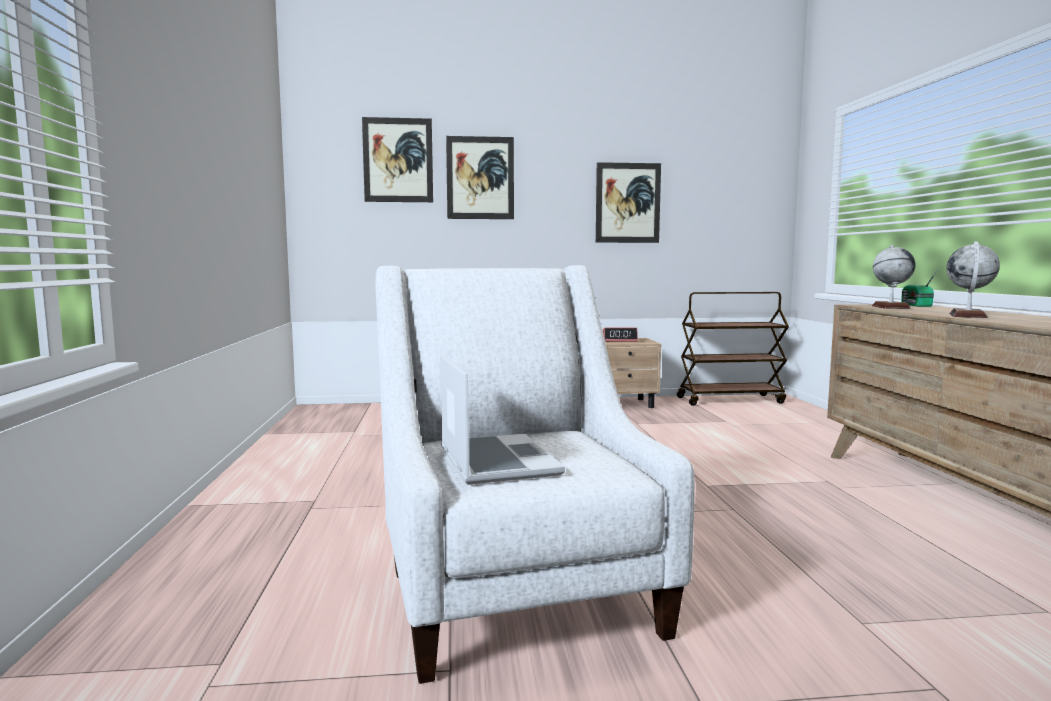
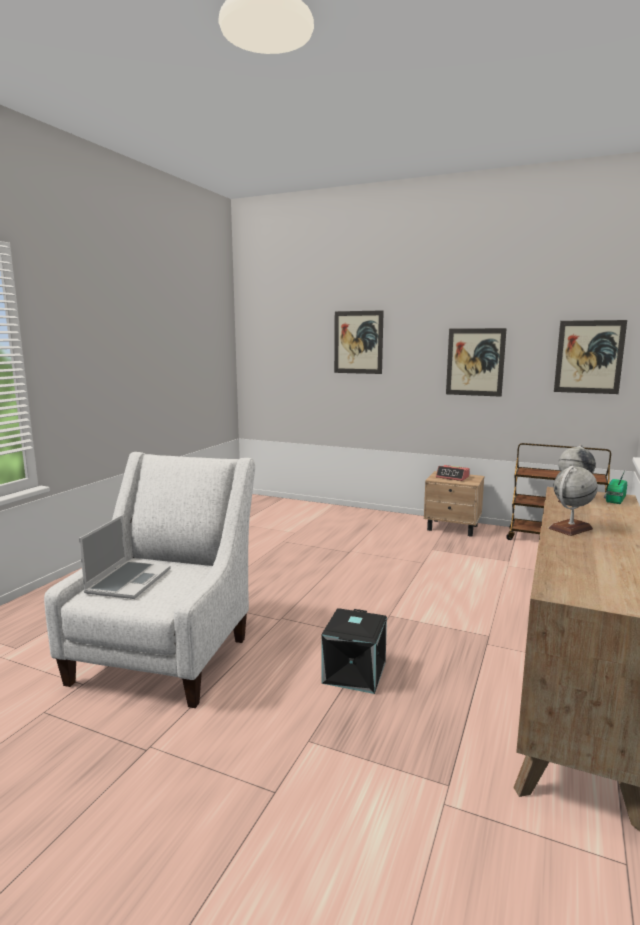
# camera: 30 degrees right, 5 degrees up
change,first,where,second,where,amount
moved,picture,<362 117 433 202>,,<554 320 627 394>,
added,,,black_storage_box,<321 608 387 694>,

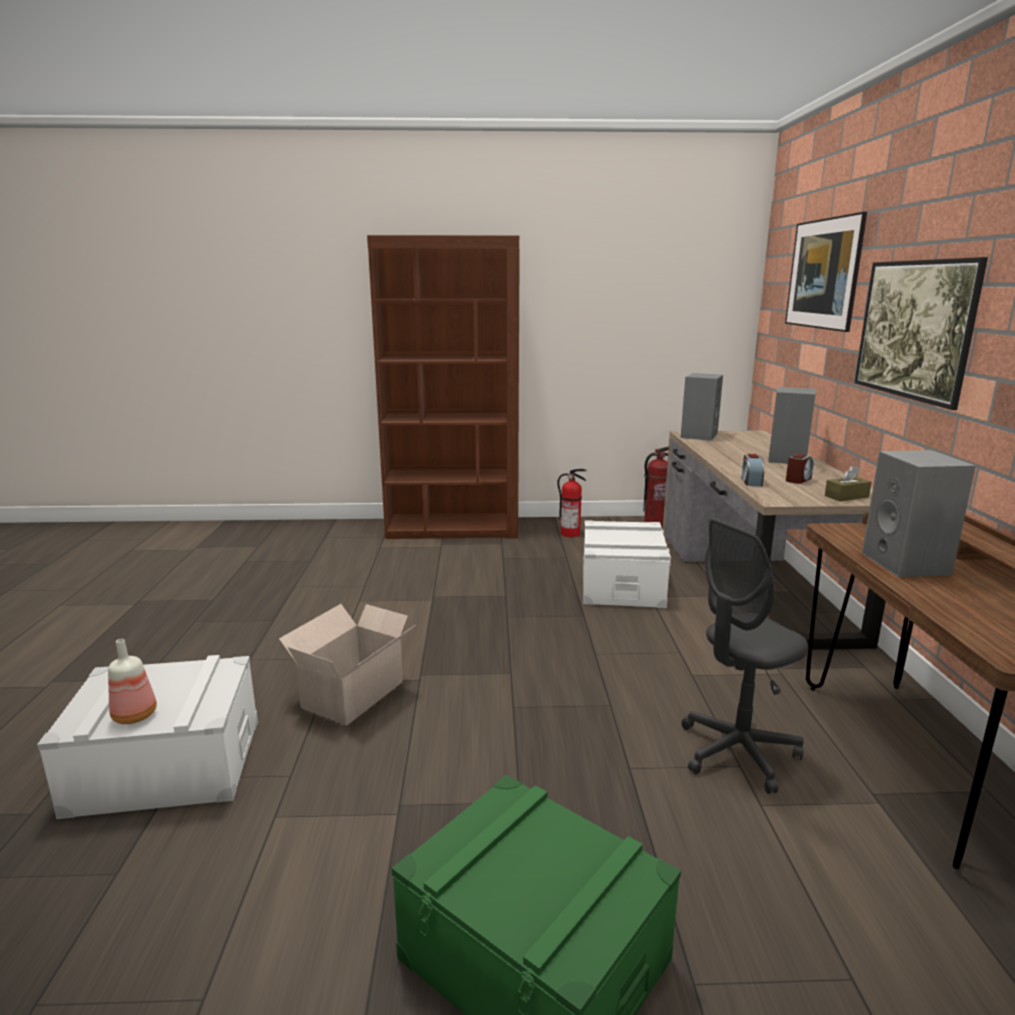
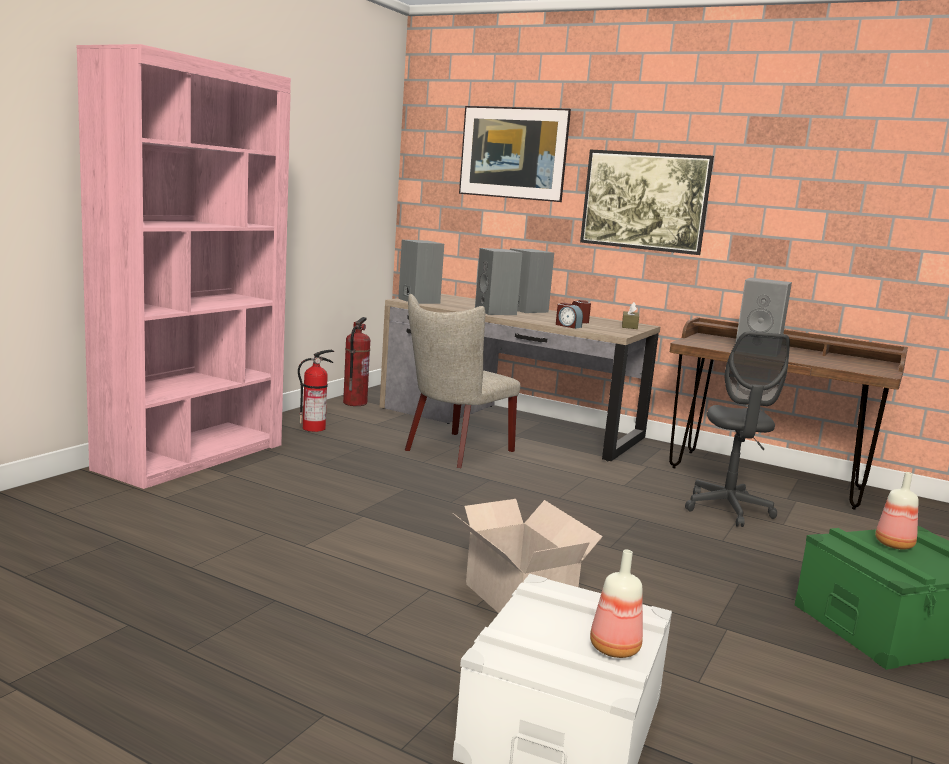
# camera: 60 degrees left, 5 degrees down
change,first,where,second,where,amount
recoloured,brown_bookcase,<367 235 520 539>,pink_bookcase,<77 44 291 489>,
replaced,white_storage_box,<583 521 671 608>,beige_chair,<405 294 520 468>,
added,,,grey_speaker,<475 248 522 315>,
added,,,bottle,<875 472 919 550>,

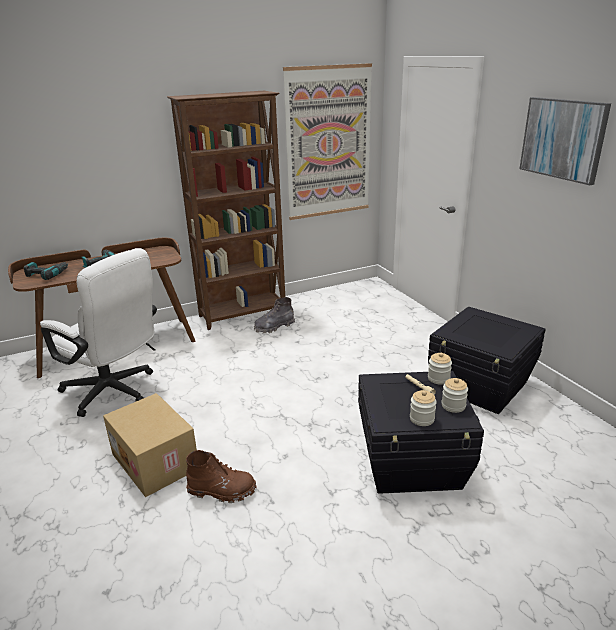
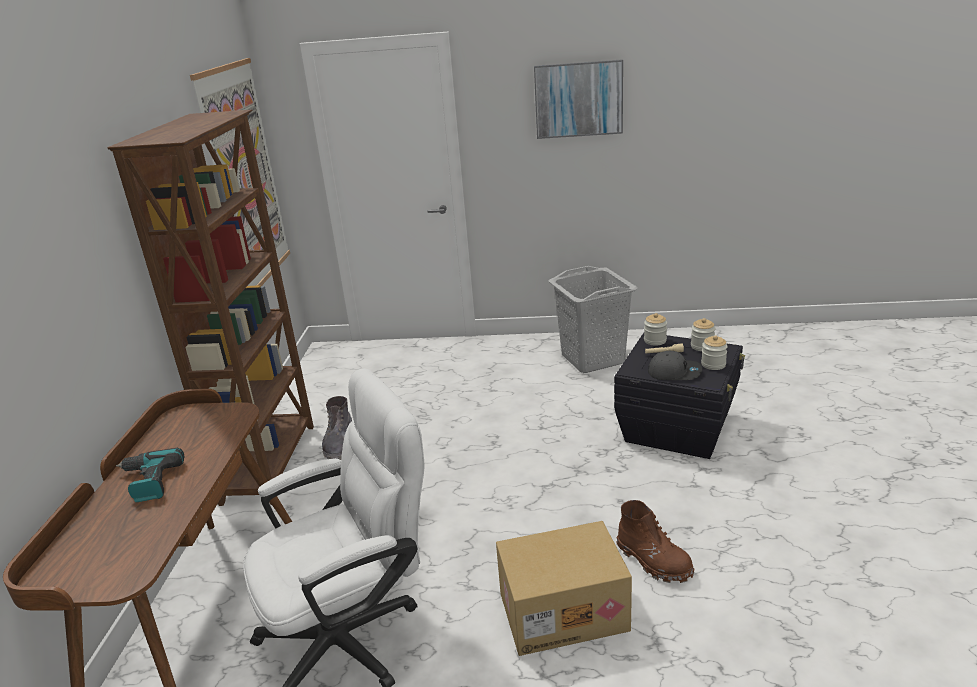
# camera: 60 degrees left, 0 degrees up
change,first,where,second,where,amount
removed,power_drill,<24 262 68 280>,,,
turned,brown_boot,<186 450 256 503>,,<616 500 695 583>,105 degrees clockwise
replaced,black_storage_box,<428 307 546 414>,grey_laundry_basket,<549 266 638 373>,
added,,,grey_cap,<648 351 702 380>,

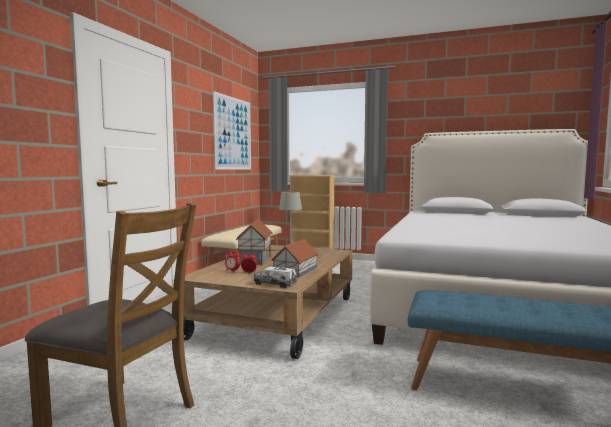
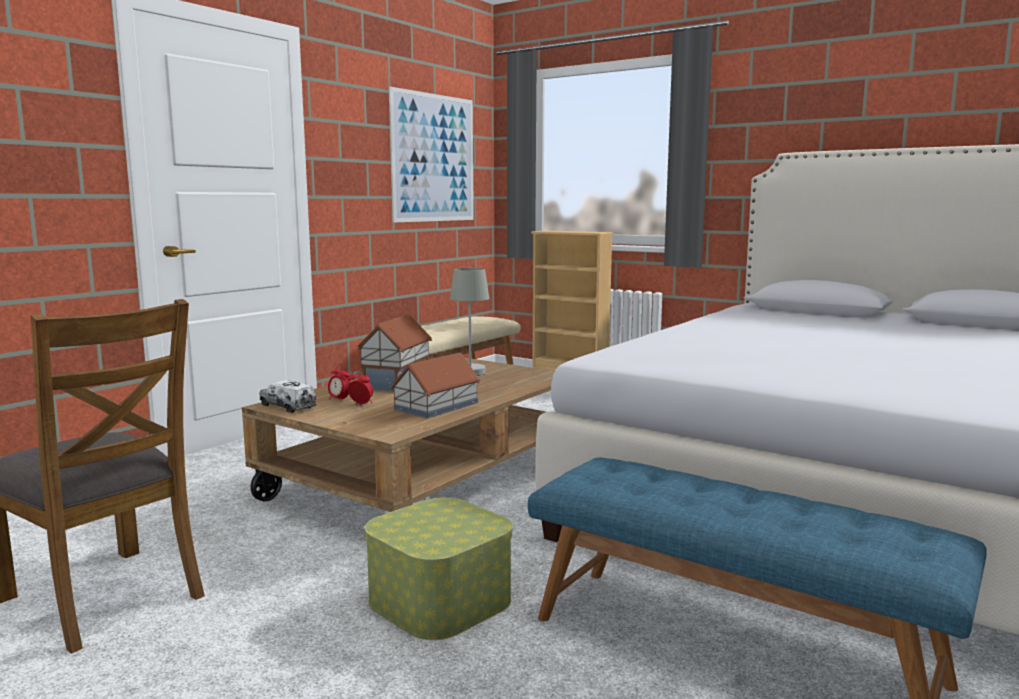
# camera: 15 degrees right, 5 degrees up
change,first,where,second,where,amount
moved,toy_truck,<254 266 297 288>,,<259 380 316 413>,
added,,,storage_box,<364 497 513 640>,

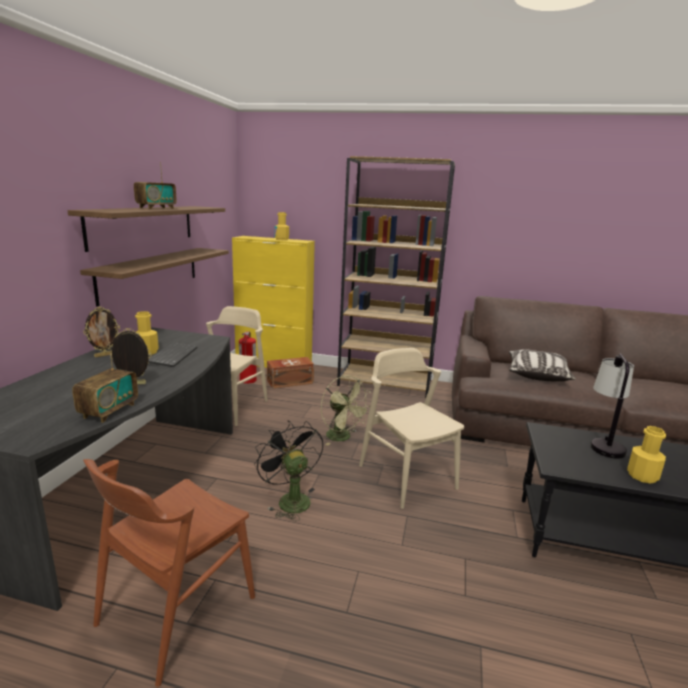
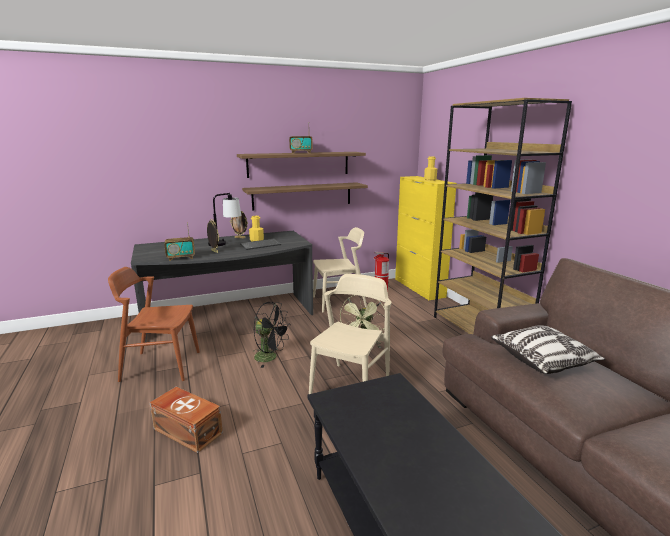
# camera: 55 degrees right, 0 degrees up
change,first,where,second,where,amount
turned,black_fan,<254 421 323 521>,,<254 302 291 368>,90 degrees clockwise
moved,brown_storage_box,<267 357 314 389>,,<150 387 223 453>,
moved,table_lamp,<591 353 634 459>,,<208 193 241 246>,
removed,yellow_bottle,<627 426 666 484>,,,

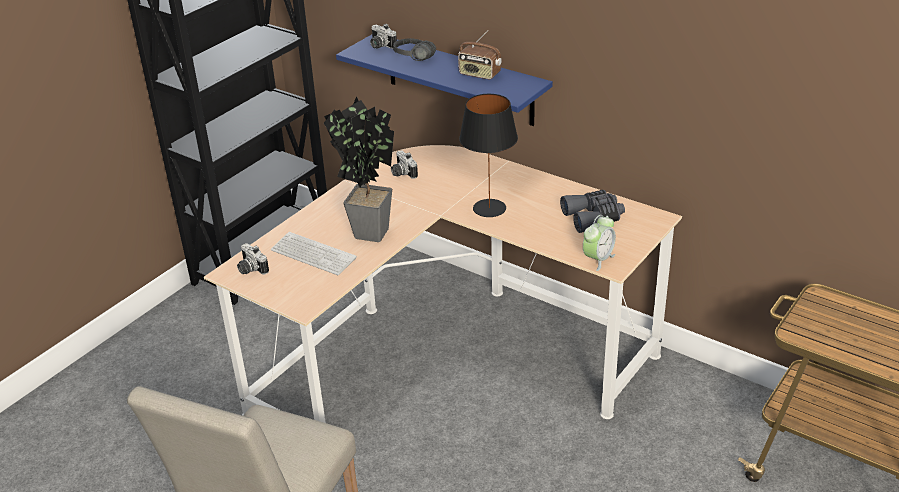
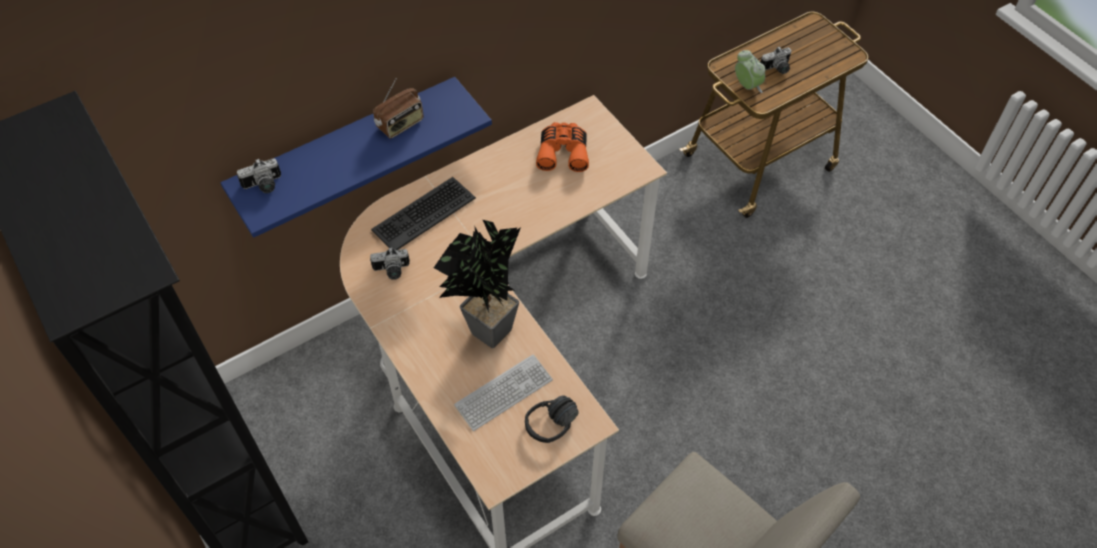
# camera: 70 degrees left, 20 degrees up
change,first,where,second,where,amount
moved,photo_camera,<237 243 269 275>,,<760 46 792 74>,
moved,black_headphones,<393 38 436 61>,,<525 395 579 443>,
removed,black_table_lamp,<459 94 518 217>,,,
recoloured,grey_binoculars,<560 190 625 233>,orange_binoculars,<536 122 589 172>,
moved,alarm_clock,<583 215 616 271>,,<735 50 766 93>,
added,,,keyboard,<371 177 476 250>,

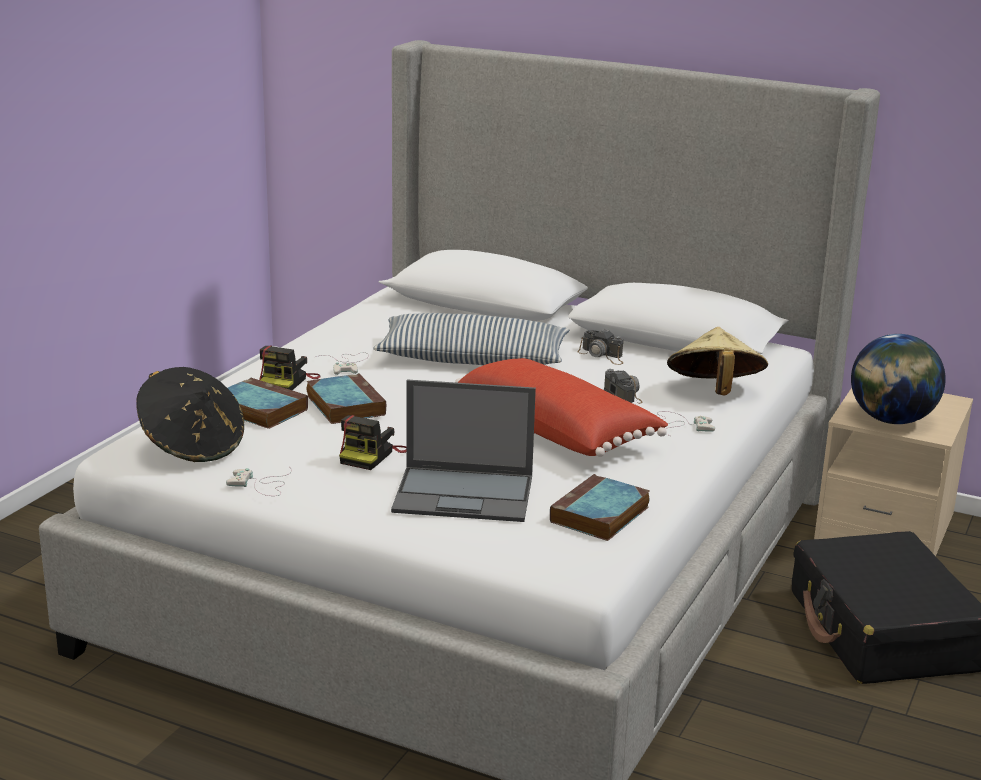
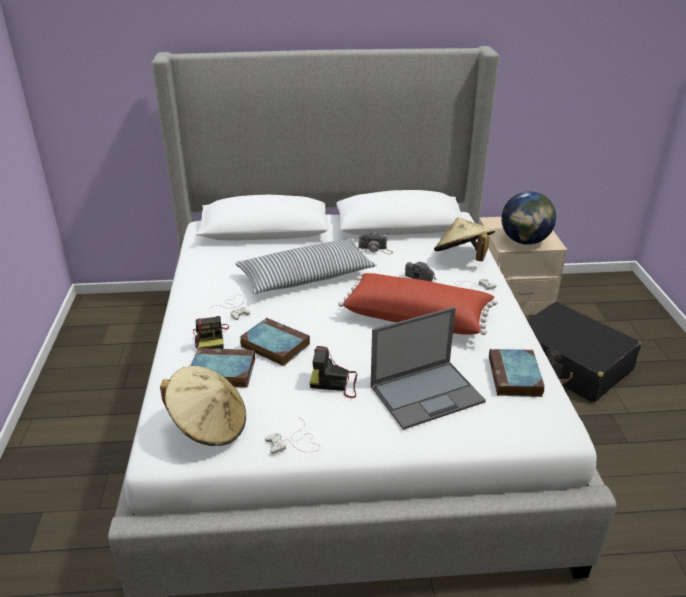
# camera: 30 degrees left, 10 degrees up
change,first,where,second,where,amount
recoloured,black_hat,<136 367 244 462>,beige_hat,<160 366 246 446>,
turned,photo_camera,<339 415 406 470>,,<310 346 357 398>,105 degrees clockwise

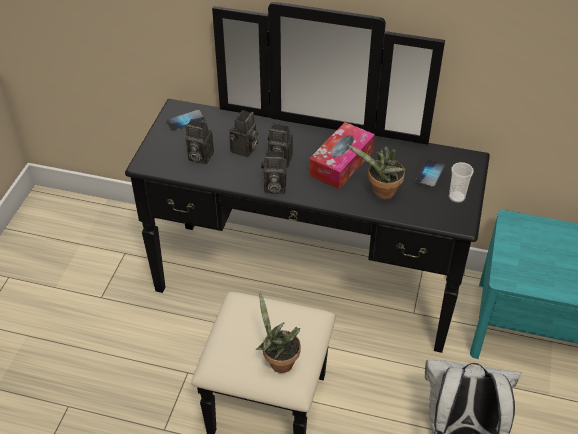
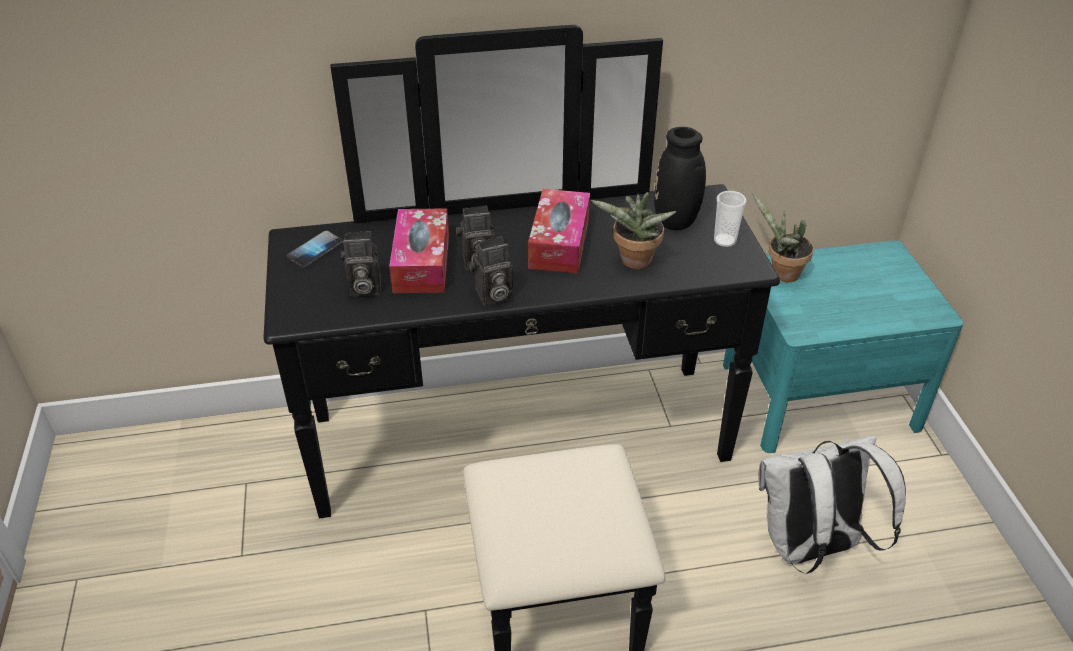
# camera: 25 degrees left, 5 degrees down
change,first,where,second,where,amount
replaced,photo_camera,<229 110 259 157>,tissue_box,<389 208 449 293>,
moved,potted_plant,<256 291 301 373>,,<753 194 814 282>,
replaced,phone,<416 159 445 188>,black_vase,<654 127 706 230>,

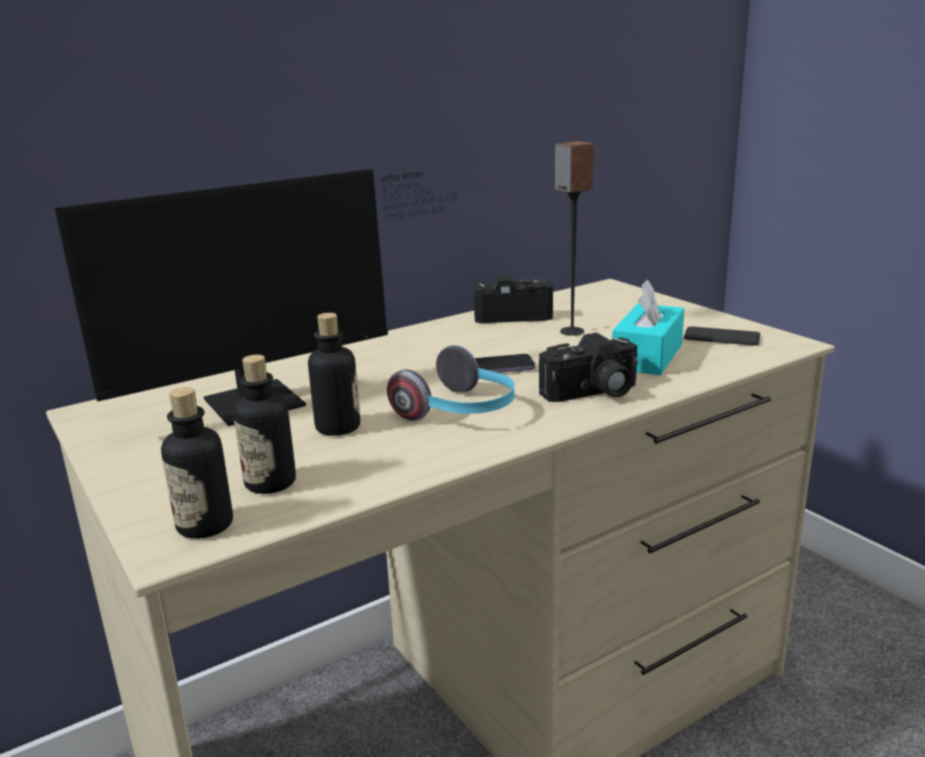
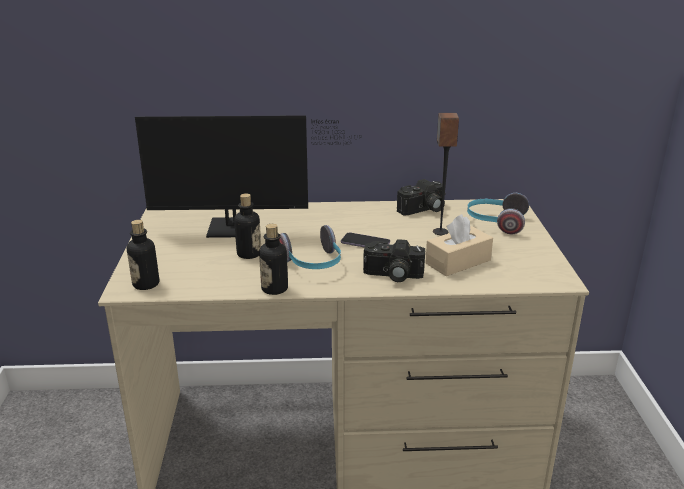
# camera: 30 degrees right, 5 degrees up
change,first,where,second,where,amount
moved,bottle,<233 355 296 494>,,<259 224 288 295>,
turned,photo_camera,<474 274 553 323>,,<397 179 446 215>,120 degrees clockwise
recoloured,turquoise_tissue_box,<612 280 684 375>,beige_tissue_box,<425 214 493 276>,
removed,phone,<684 327 760 346>,,,
added,,,headphones,<467 193 529 234>,

